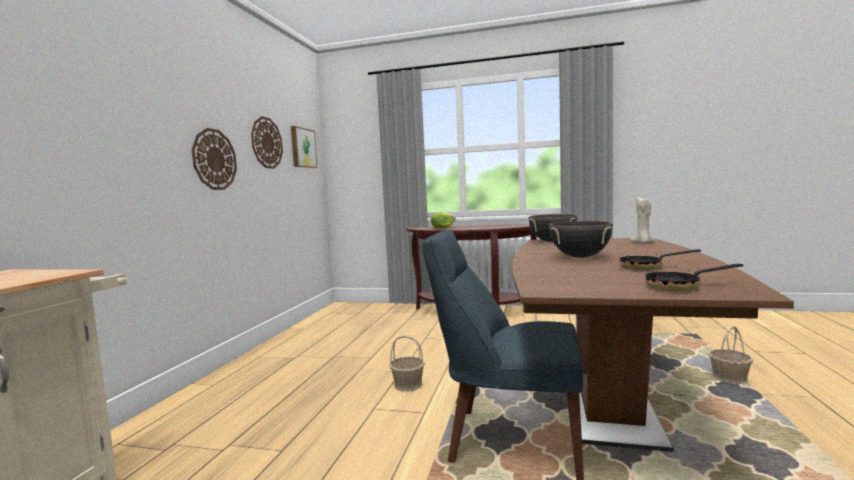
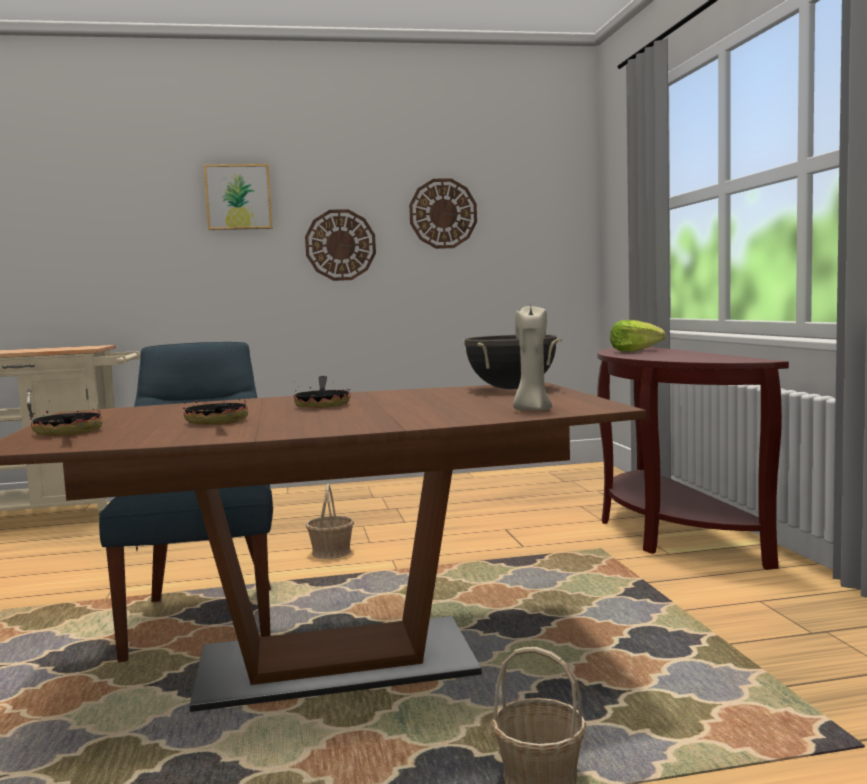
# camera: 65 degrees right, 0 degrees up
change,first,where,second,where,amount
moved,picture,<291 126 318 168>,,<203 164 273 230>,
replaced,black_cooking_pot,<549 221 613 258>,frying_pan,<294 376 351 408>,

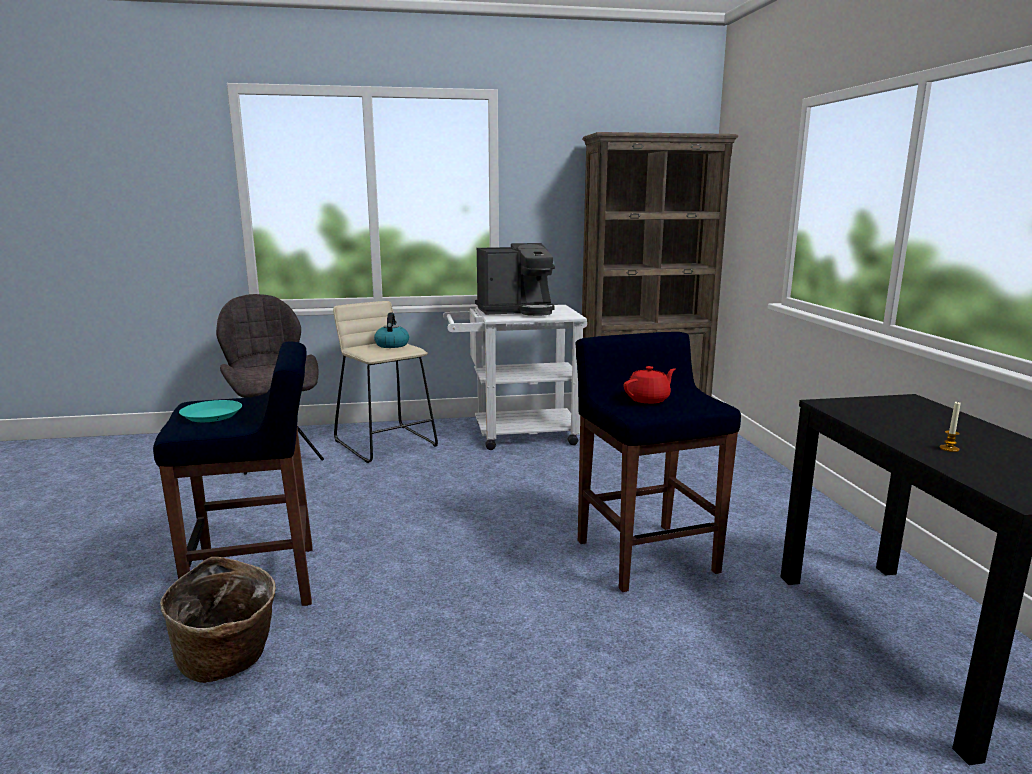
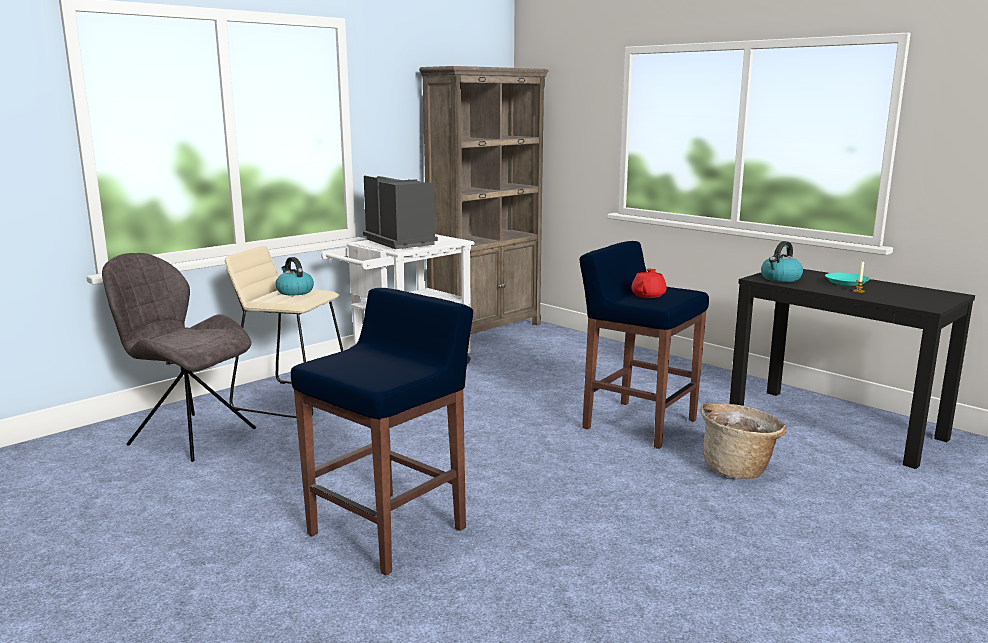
# camera: 35 degrees left, 0 degrees up
change,first,where,second,where,amount
moved,basket,<160 557 276 683>,,<700 403 786 479>,
moved,turquoise_plate,<179 400 242 422>,,<825 273 870 286>,
turned,coffee_machine,<475 243 555 316>,,<363 175 438 249>,75 degrees counterclockwise
added,,,kettle,<761 241 803 282>,

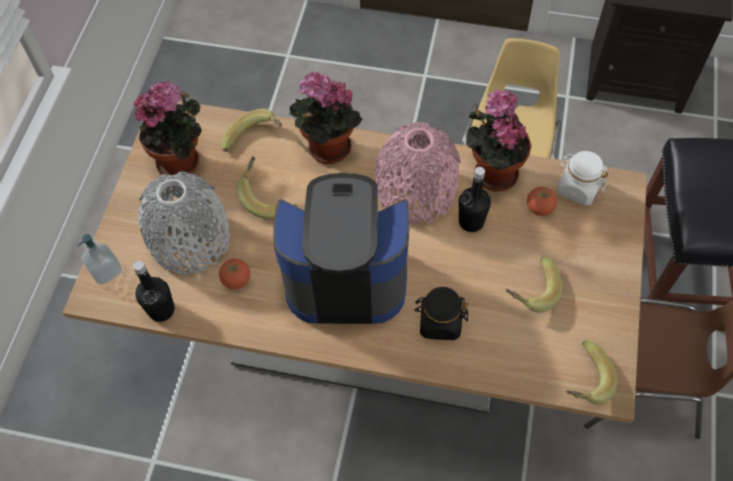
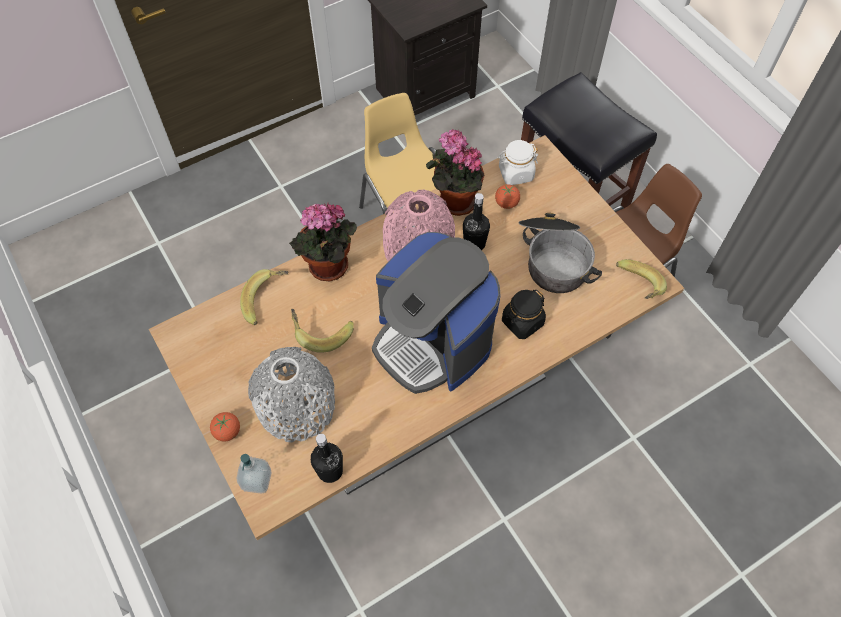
# camera: 45 degrees left, 0 degrees up
change,first,where,second,where,amount
removed,potted_plant,<133 81 202 176>,,,
moved,tomato,<219 259 250 289>,,<210 412 240 441>,
turned,coffee_machine,<273 173 410 324>,,<372 232 500 394>,90 degrees counterclockwise
replaced,banana,<506 257 562 313>,cooking_pot,<518 213 602 293>,

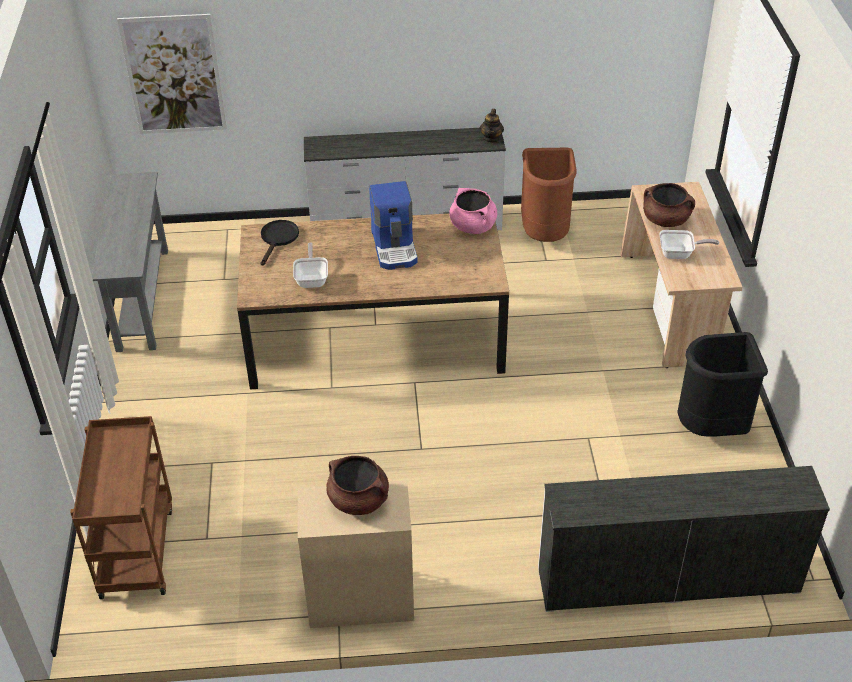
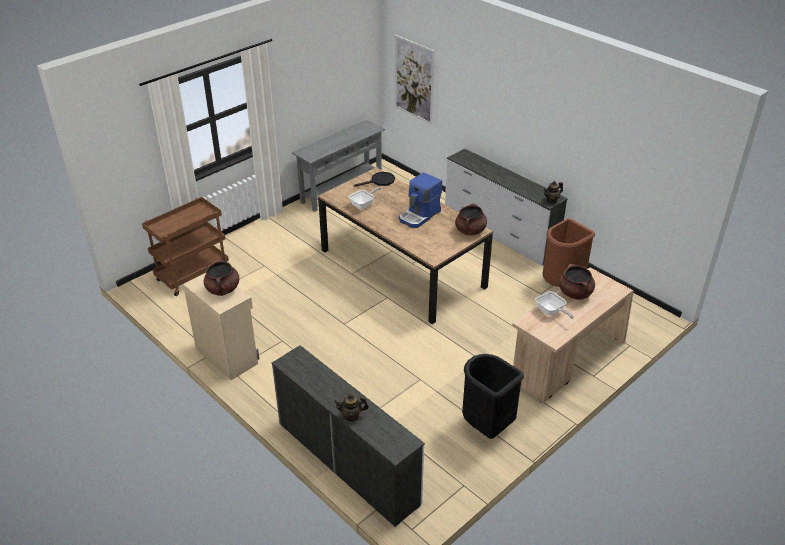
# camera: 50 degrees right, 5 degrees down
change,first,where,second,where,amount
recoloured,pink_cooking_pot,<449 188 497 234>,brown_cooking_pot,<455 203 487 235>,
added,,,teapot,<334 394 369 422>,

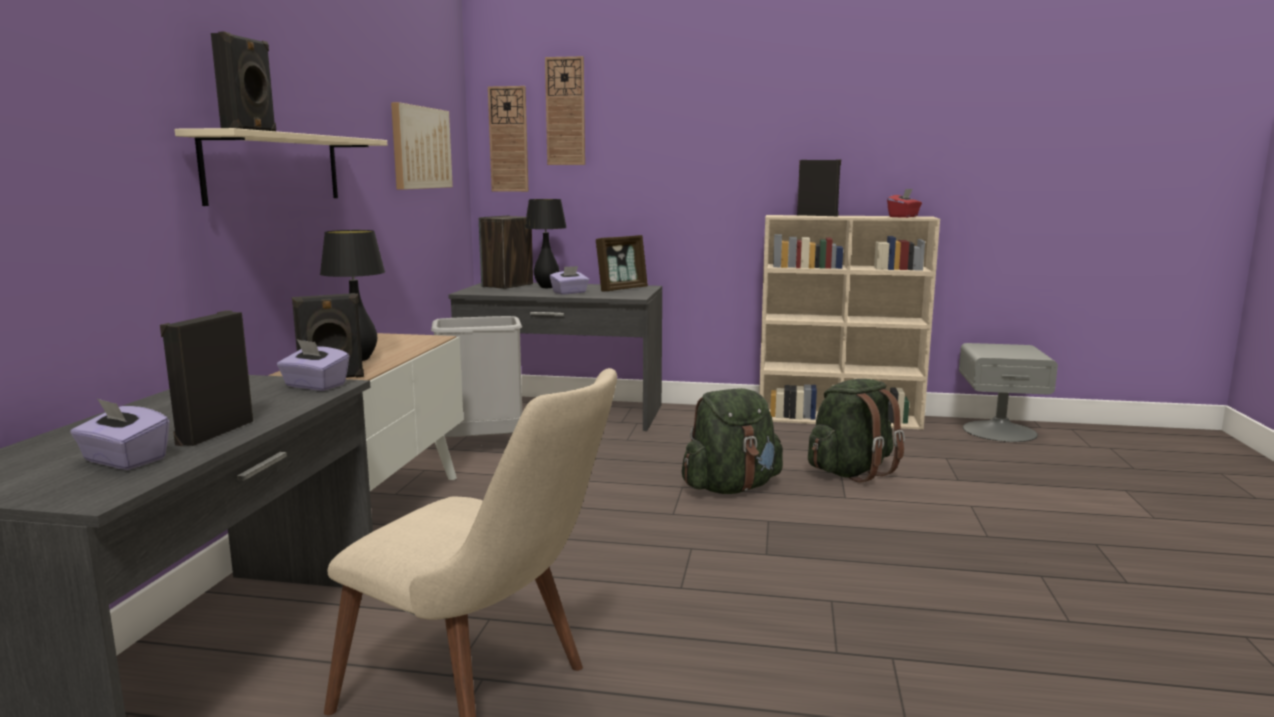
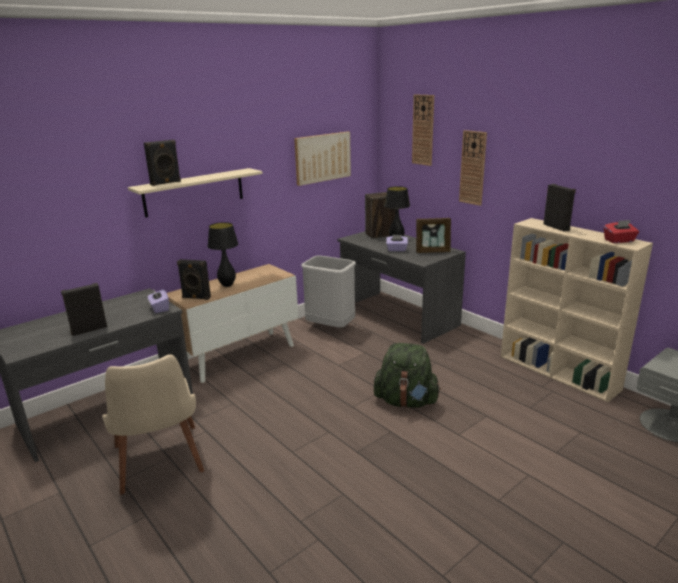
# camera: 40 degrees right, 10 degrees up
change,first,where,second,where,amount
removed,purple_tissue_box,<70 398 169 470>,,,
moved,wall_clock,<488 86 528 192>,,<459 130 487 206>,
removed,green_backpack,<808 379 905 483>,,,

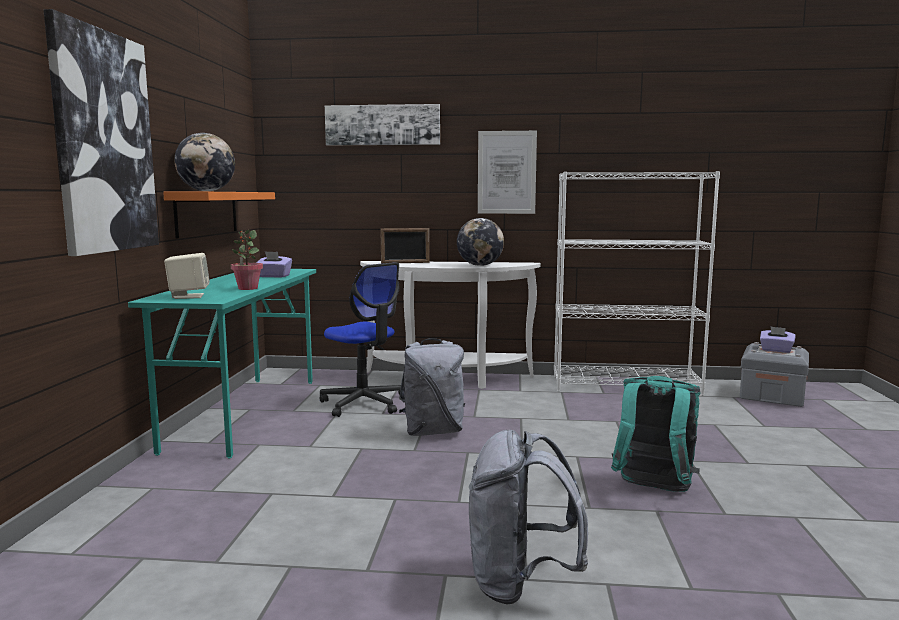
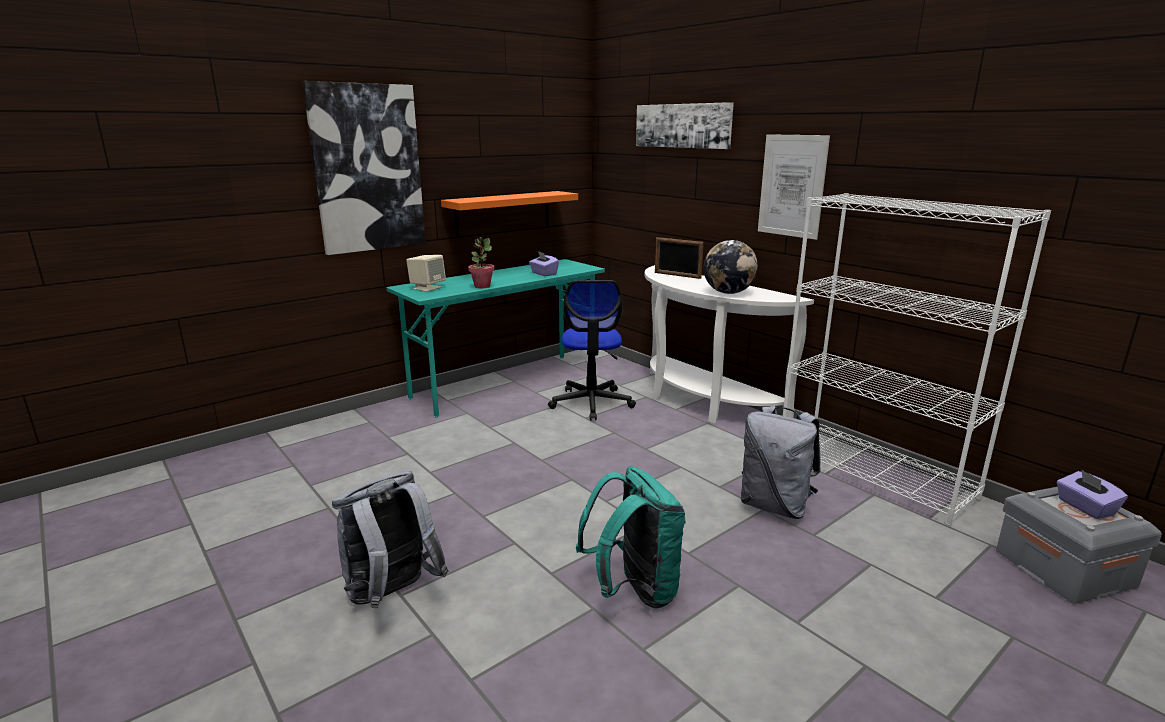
# camera: 45 degrees right, 10 degrees up
change,first,where,second,where,amount
removed,globe,<174 133 235 191>,,,
moved,grey_backpack,<399 338 465 436>,,<741 406 821 519>,

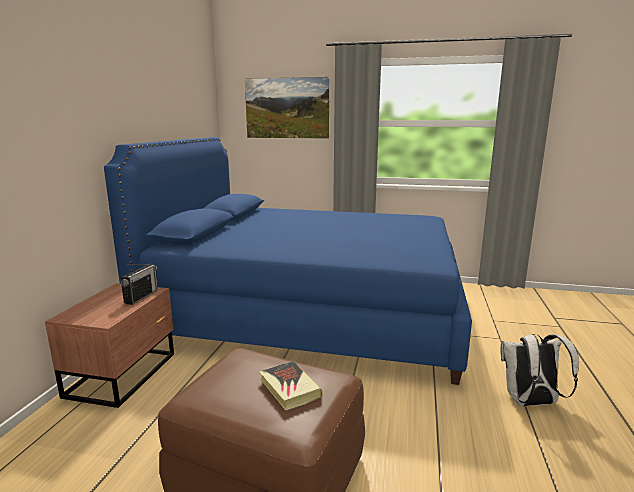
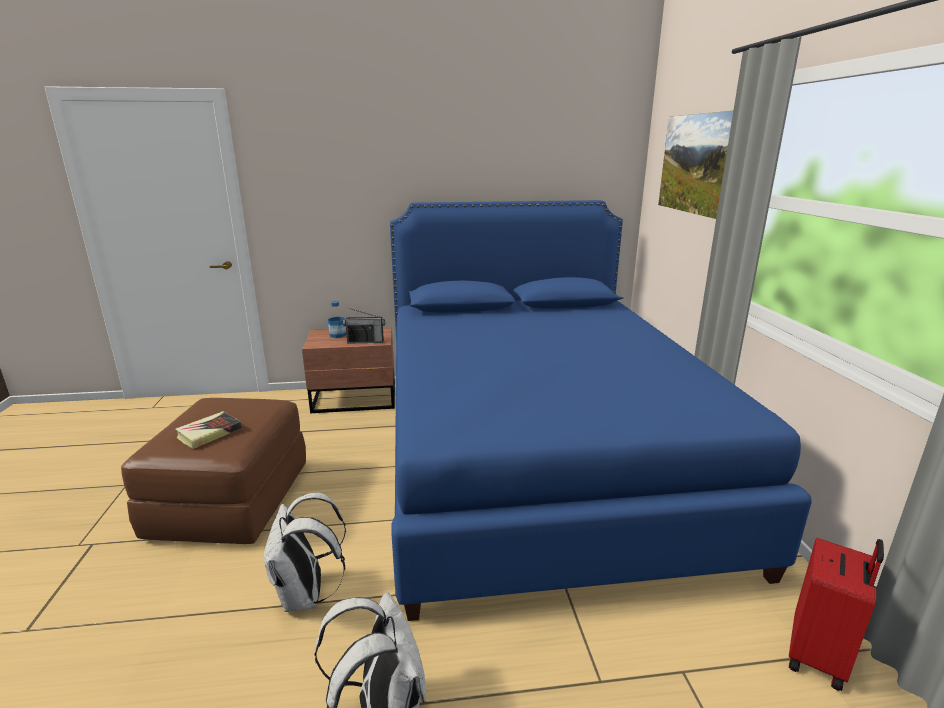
# camera: 70 degrees right, 5 degrees up
change,first,where,second,where,amount
added,,,white_backpack,<264 492 346 612>,
added,,,bottle,<328 301 346 338>,
added,,,red_suitcase,<789 538 884 691>,

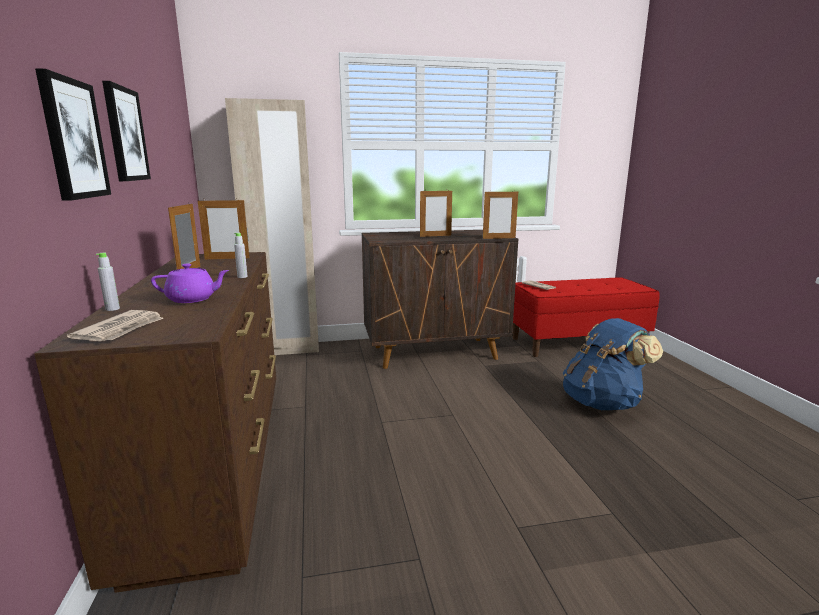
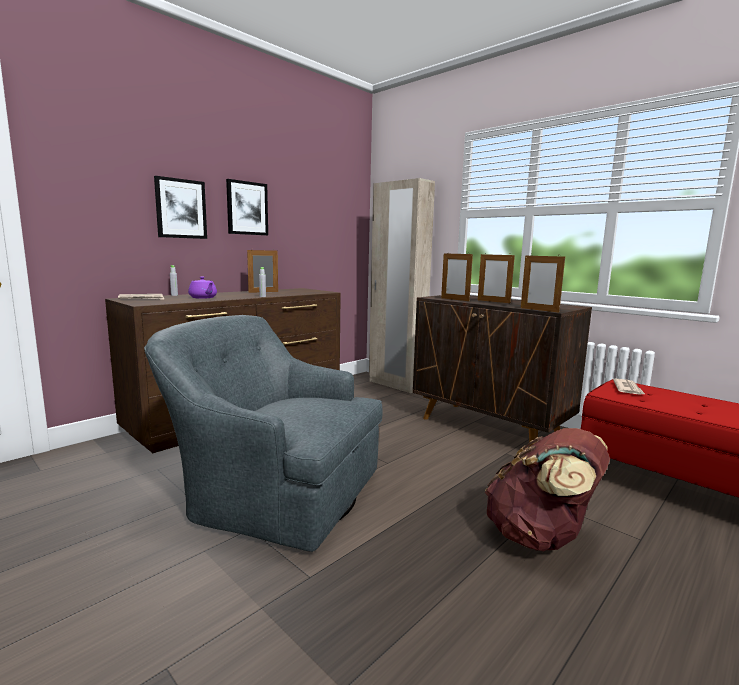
# camera: 55 degrees right, 5 degrees down
change,first,where,second,where,amount
moved,picture_frame,<198 198 250 259>,,<441 252 473 301>,
recoloured,blue_backpack,<563 318 663 410>,brown_backpack,<485 428 610 551>,
added,,,grey_armchair,<144 315 383 552>,

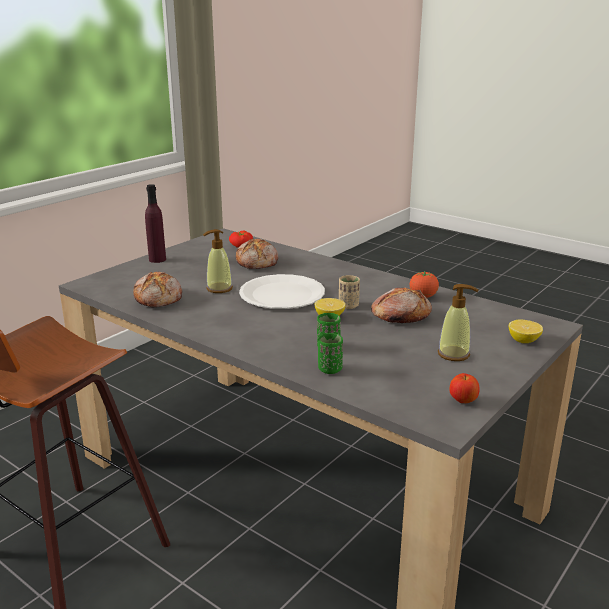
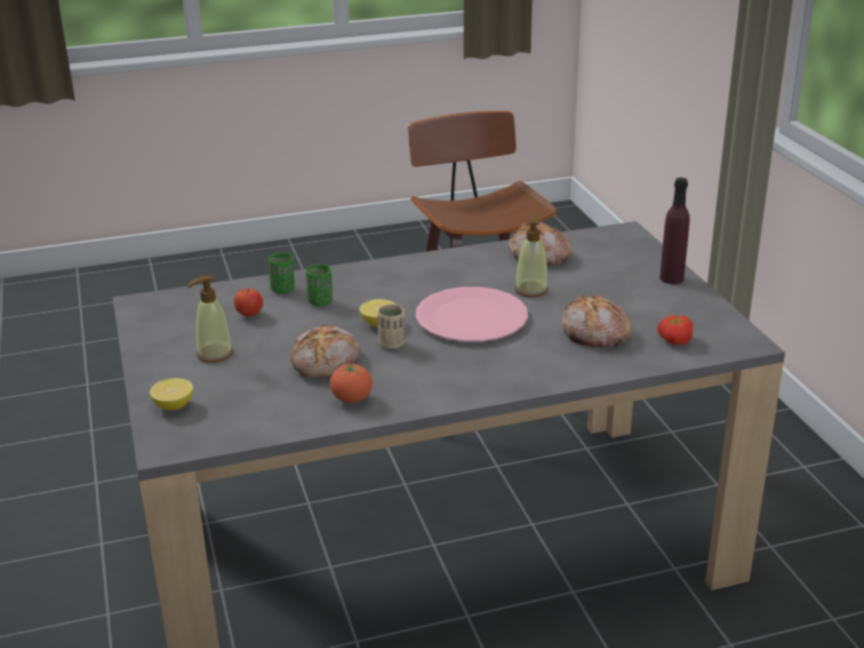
# camera: 125 degrees right, 5 degrees up
change,first,where,second,where,amount
recoloured,white_plate,<239 274 325 309>,pink_plate,<416 287 528 342>,
moved,apple,<449 373 480 403>,,<234 288 263 317>,

